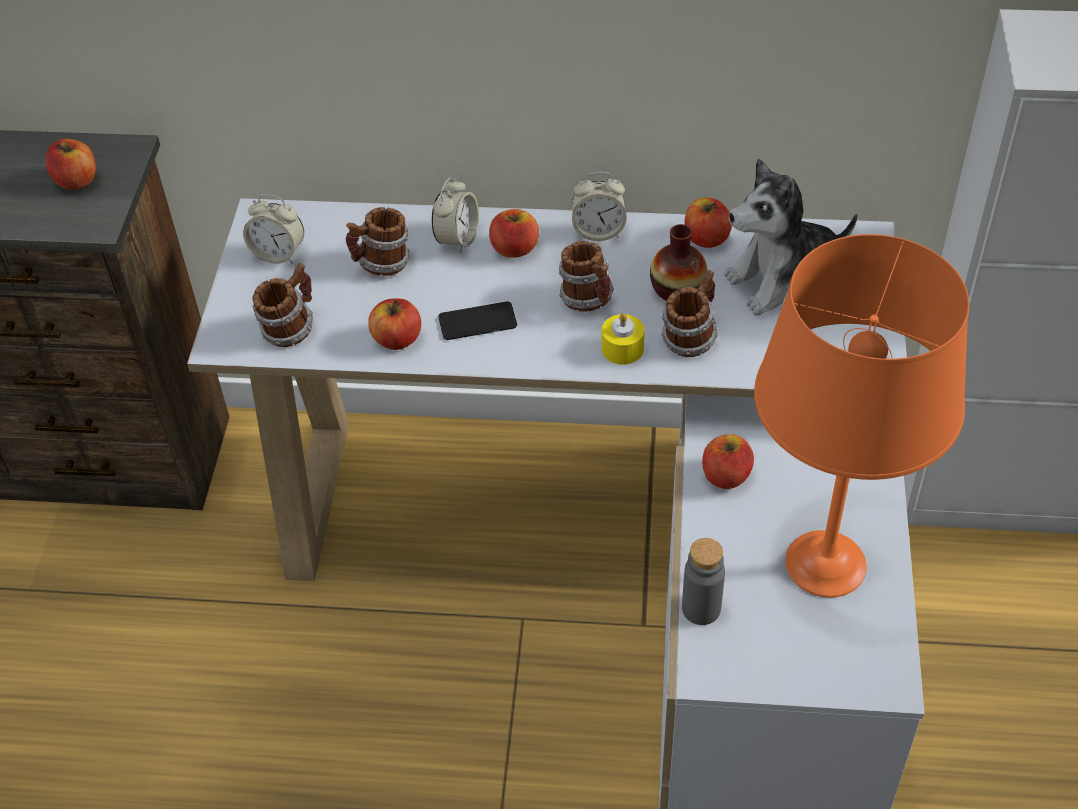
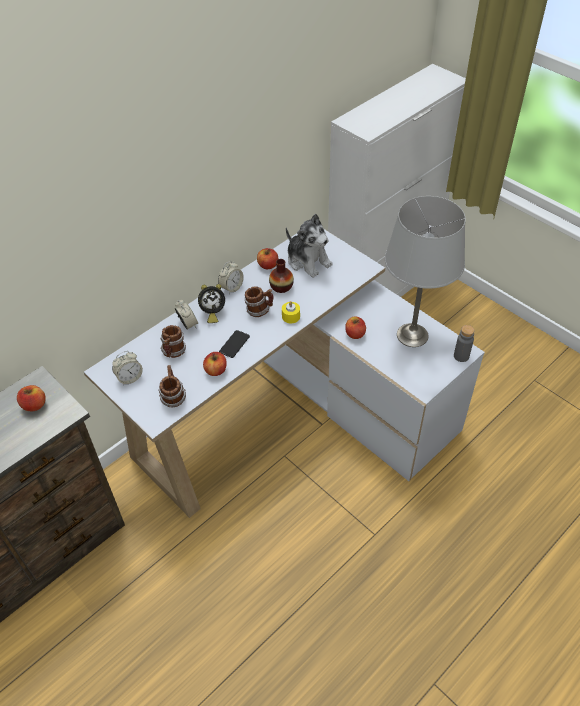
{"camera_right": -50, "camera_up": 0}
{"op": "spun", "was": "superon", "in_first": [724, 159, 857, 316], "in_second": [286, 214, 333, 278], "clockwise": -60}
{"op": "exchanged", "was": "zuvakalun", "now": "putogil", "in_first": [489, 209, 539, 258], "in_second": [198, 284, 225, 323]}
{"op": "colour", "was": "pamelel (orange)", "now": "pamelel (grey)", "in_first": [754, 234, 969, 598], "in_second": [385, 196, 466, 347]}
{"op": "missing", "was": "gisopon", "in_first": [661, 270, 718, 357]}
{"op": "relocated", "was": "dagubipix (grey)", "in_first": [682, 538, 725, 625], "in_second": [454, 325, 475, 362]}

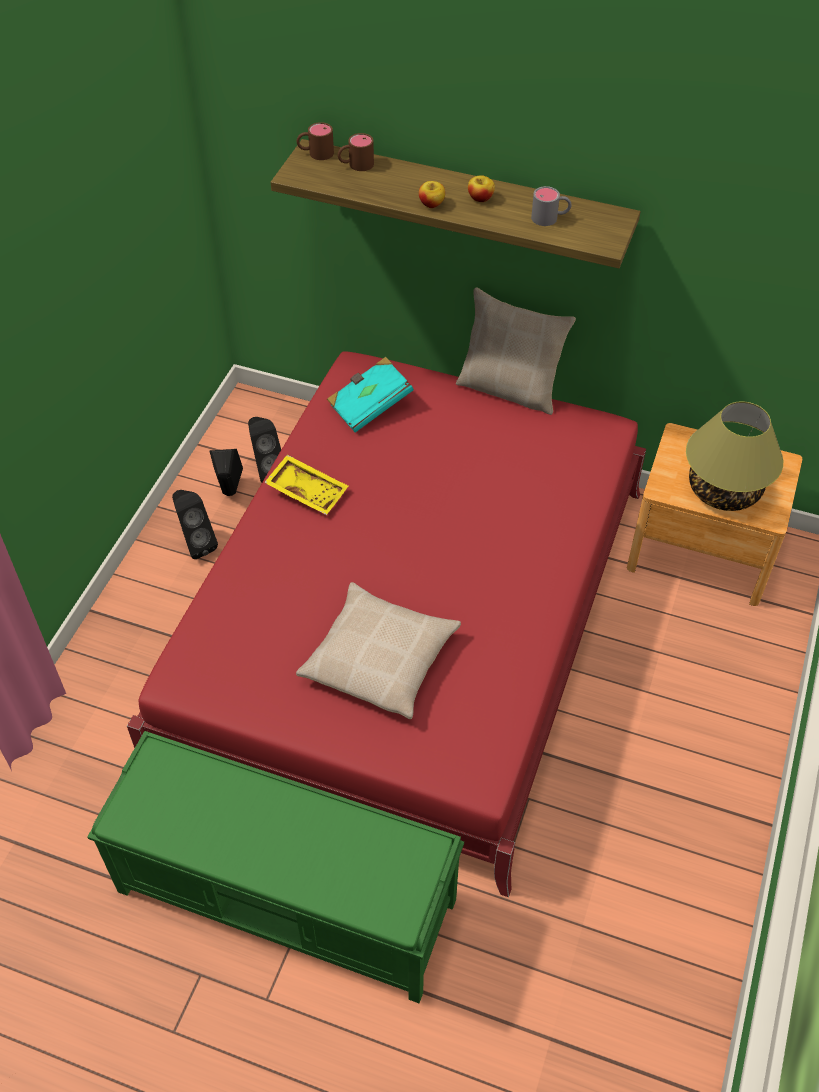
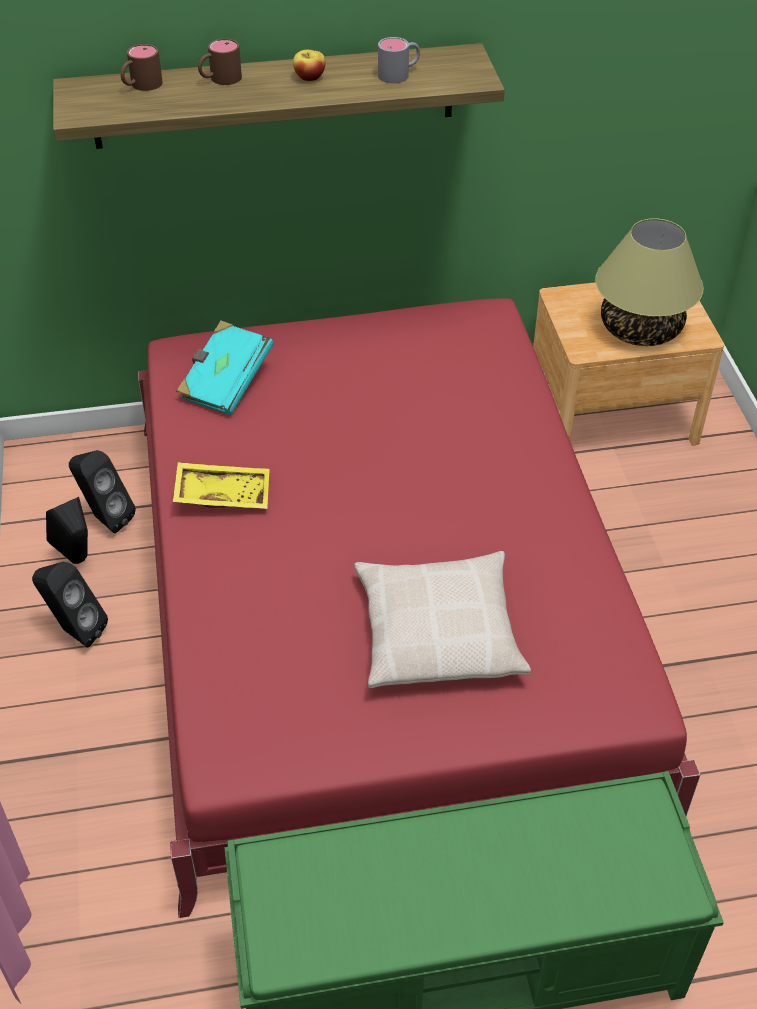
{"camera_right": -30, "camera_up": -5}
{"op": "relocated", "was": "gisopon (brown)", "in_first": [297, 122, 334, 160], "in_second": [198, 38, 242, 85]}
{"op": "missing", "was": "zuvakalun", "in_first": [419, 181, 445, 208]}
{"op": "missing", "was": "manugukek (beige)", "in_first": [456, 287, 576, 415]}

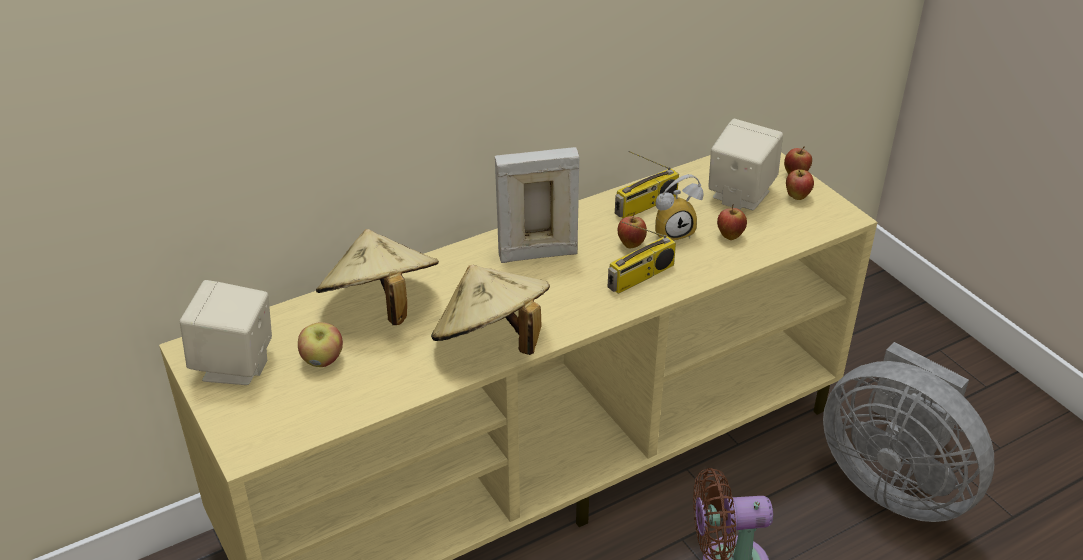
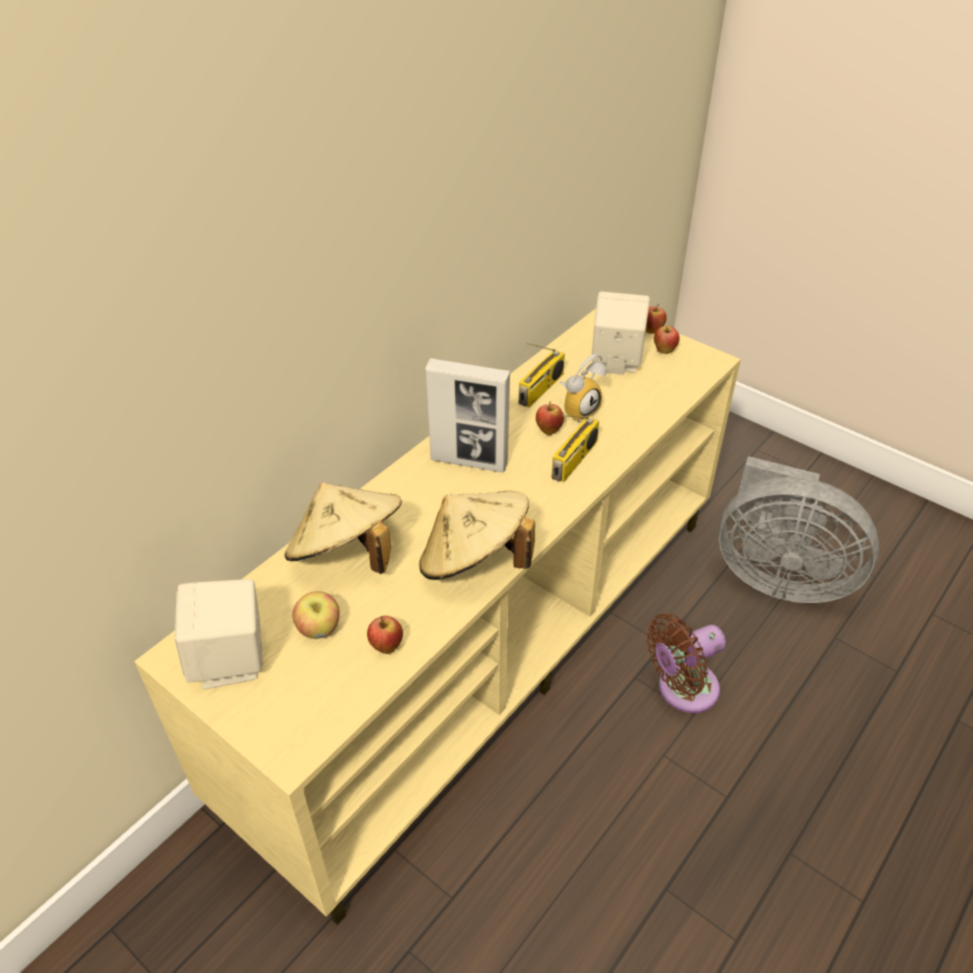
{"camera_right": -20, "camera_up": 5}
{"op": "spun", "was": "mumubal", "in_first": [495, 147, 579, 263], "in_second": [426, 358, 510, 473], "clockwise": -135}
{"op": "relocated", "was": "zuvakalun", "in_first": [717, 204, 747, 240], "in_second": [367, 616, 403, 654]}

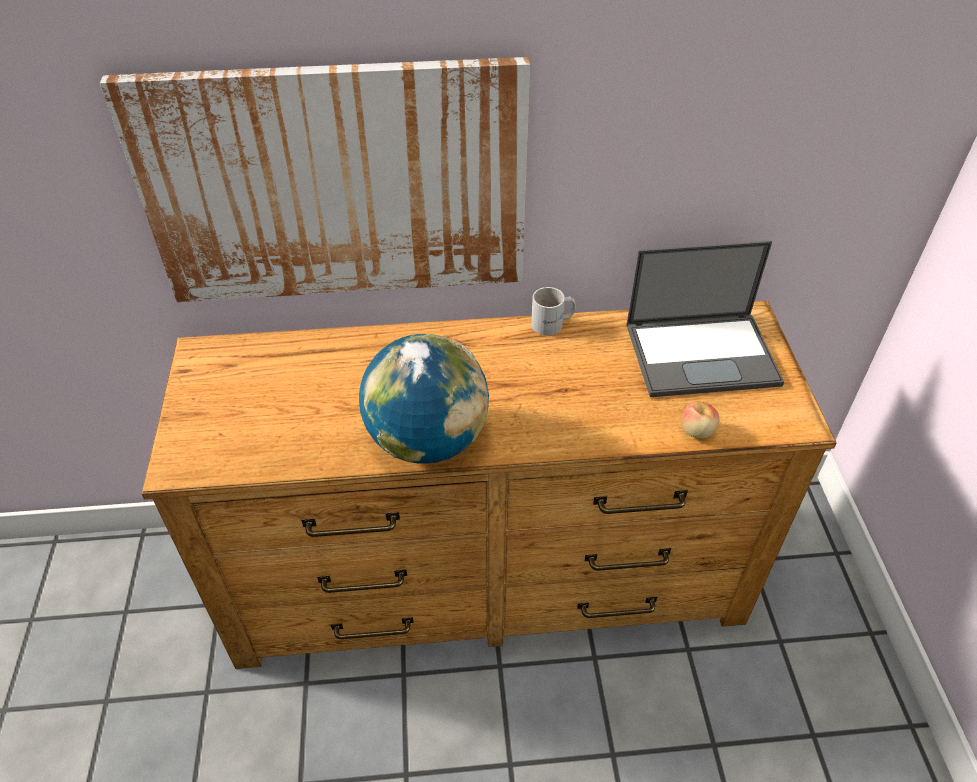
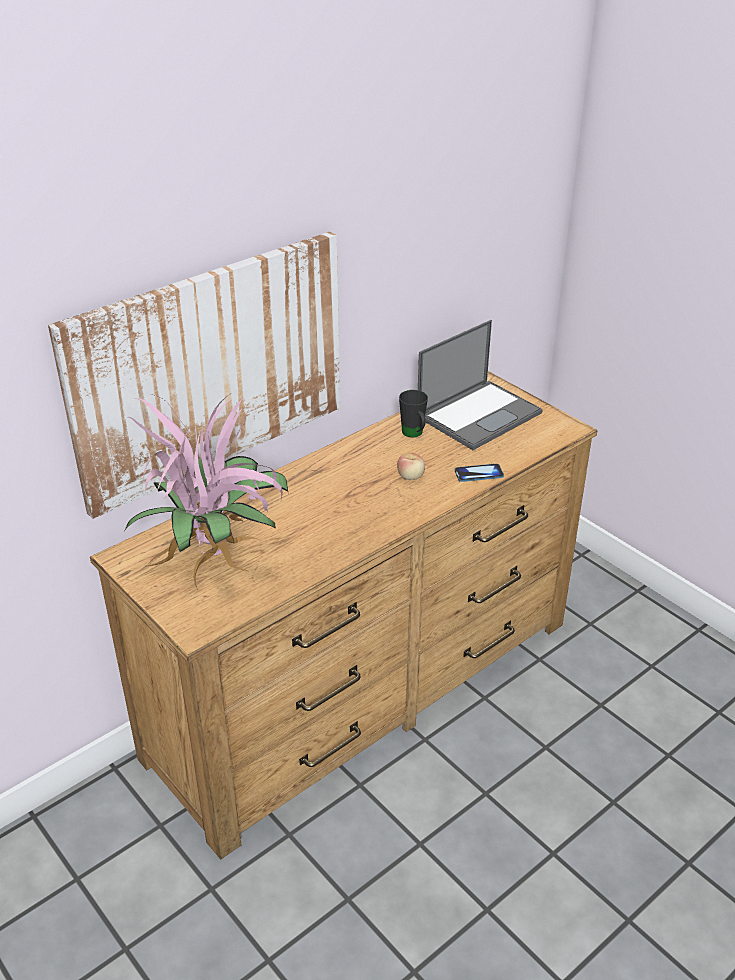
{"camera_right": -35, "camera_up": -10}
{"op": "missing", "was": "gisopon (white)", "in_first": [531, 287, 576, 336]}
{"op": "missing", "was": "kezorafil", "in_first": [359, 334, 489, 464]}
{"op": "relocated", "was": "zuvakalun", "in_first": [682, 401, 719, 439], "in_second": [397, 453, 425, 480]}
{"op": "appeared", "now": "gisopon (black)", "in_second": [399, 390, 428, 438]}
{"op": "appeared", "now": "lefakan", "in_second": [125, 394, 288, 590]}
{"op": "appeared", "now": "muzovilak", "in_second": [455, 463, 504, 482]}

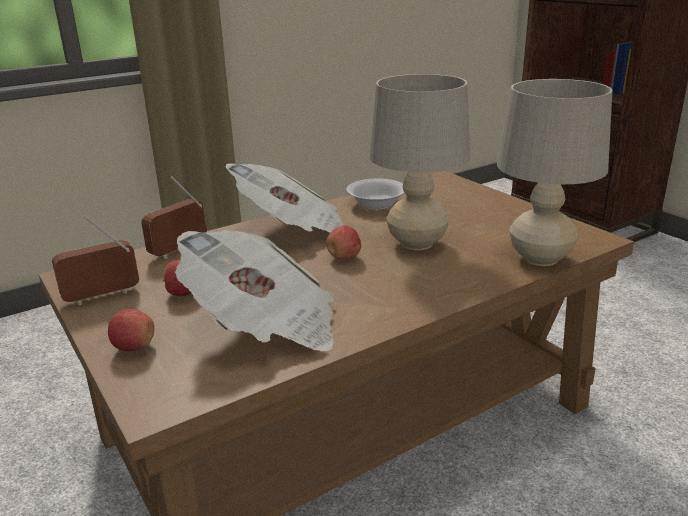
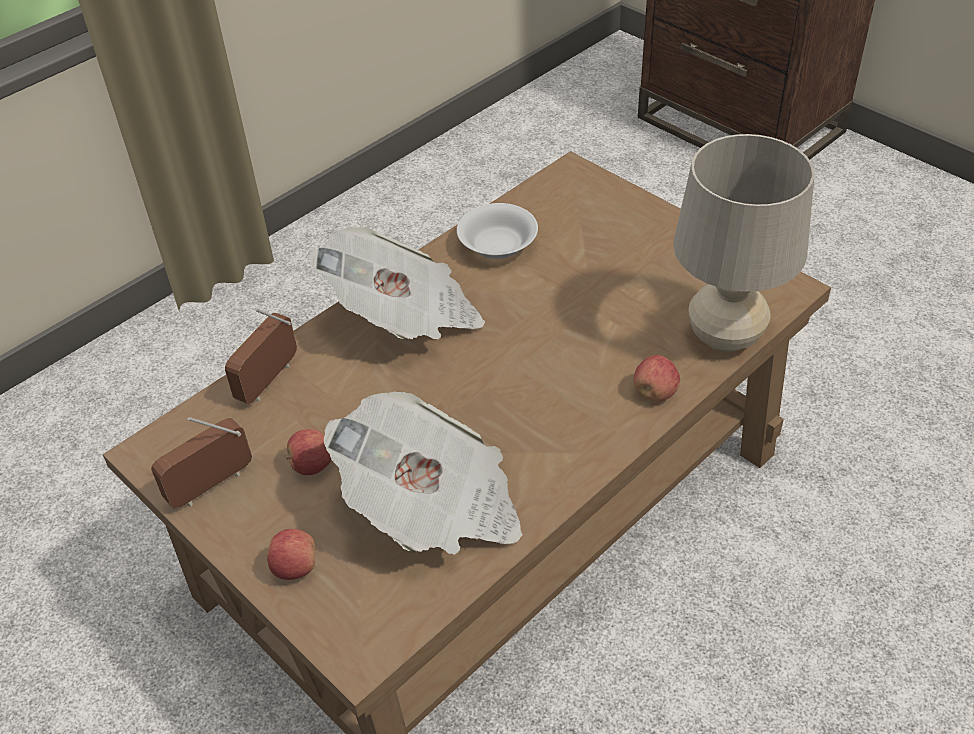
{"camera_right": -10, "camera_up": 20}
{"op": "missing", "was": "pamelel (beige)", "in_first": [369, 74, 470, 250]}
{"op": "relocated", "was": "zuvakalun", "in_first": [326, 225, 361, 259], "in_second": [634, 355, 680, 401]}

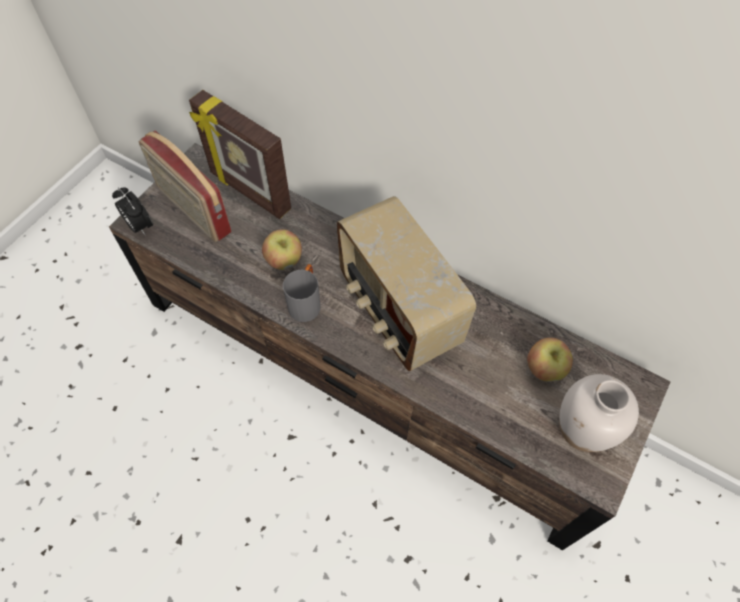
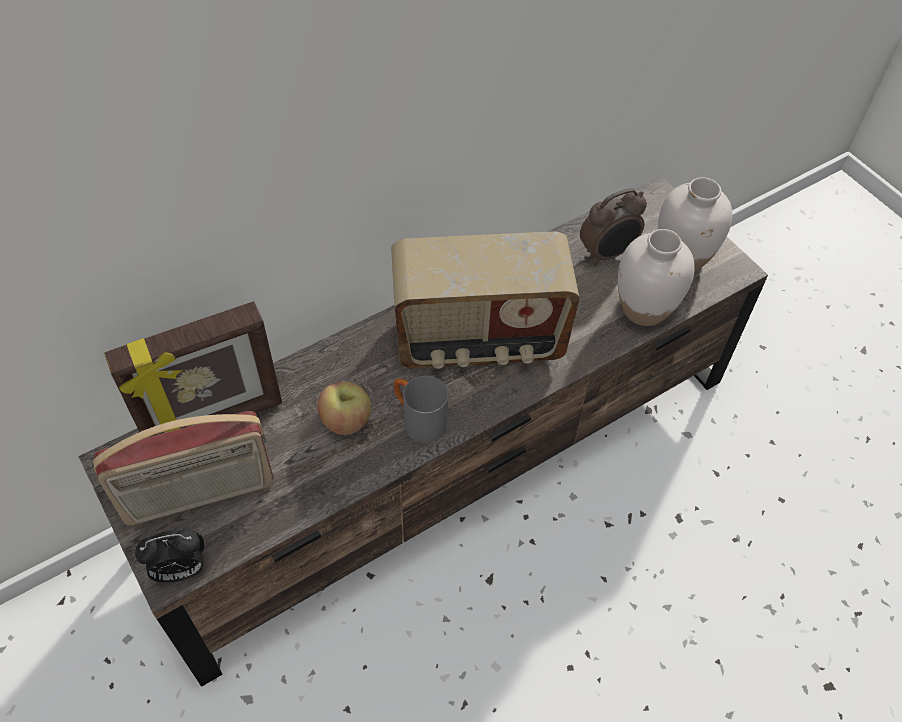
{"camera_right": -65, "camera_up": -5}
{"op": "exchanged", "was": "zuvakalun", "now": "putogil", "in_first": [527, 338, 573, 382], "in_second": [580, 188, 647, 265]}
{"op": "appeared", "now": "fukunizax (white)", "in_second": [618, 229, 695, 326]}

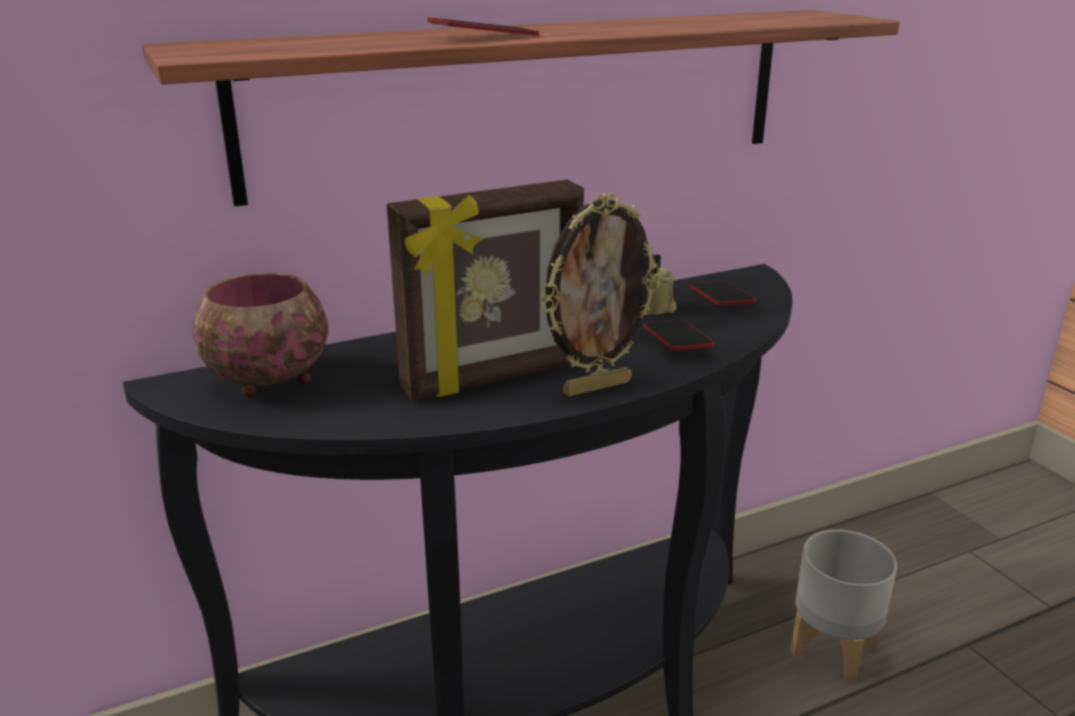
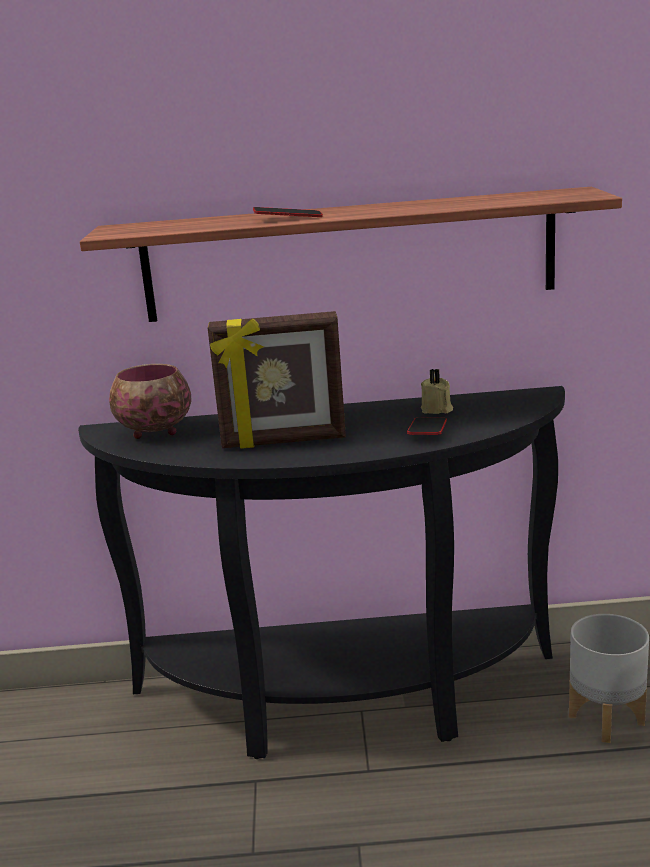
{"camera_right": 25, "camera_up": -5}
{"op": "missing", "was": "mumubal", "in_first": [540, 193, 661, 397]}
{"op": "missing", "was": "muzovilak", "in_first": [690, 281, 756, 305]}

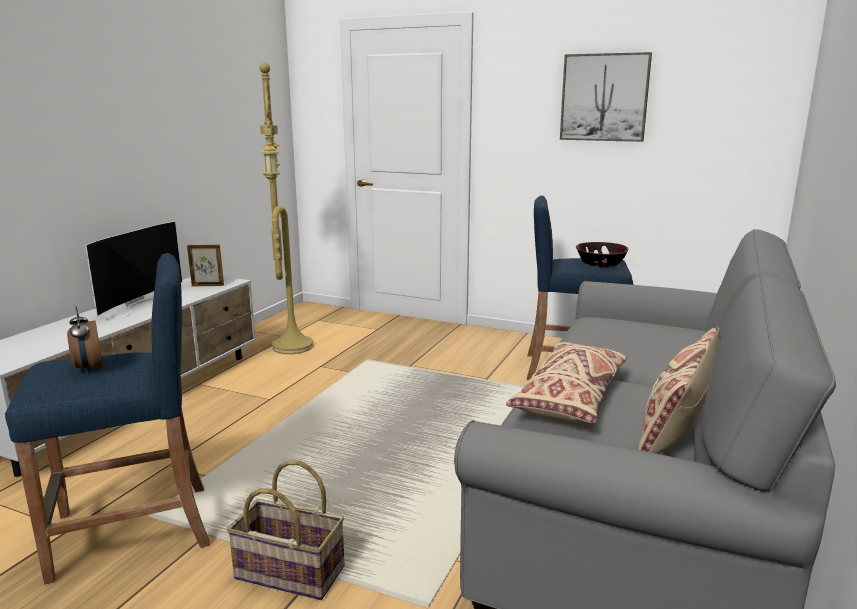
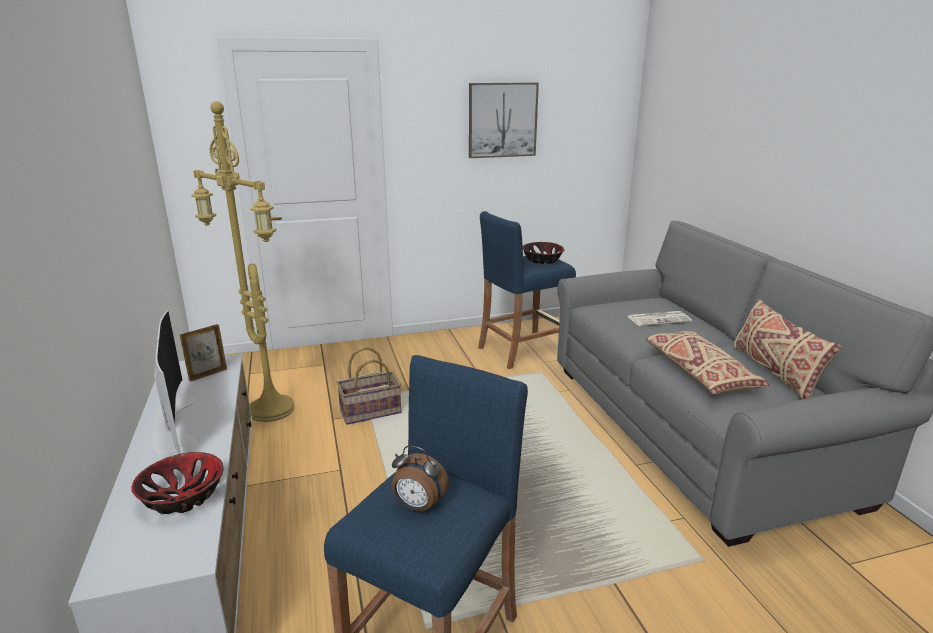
{"camera_right": -40, "camera_up": 5}
{"op": "relocated", "was": "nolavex", "in_first": [227, 460, 345, 600], "in_second": [336, 347, 401, 425]}
{"op": "appeared", "now": "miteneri", "in_second": [628, 311, 692, 326]}
{"op": "appeared", "now": "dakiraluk", "in_second": [131, 452, 224, 514]}

